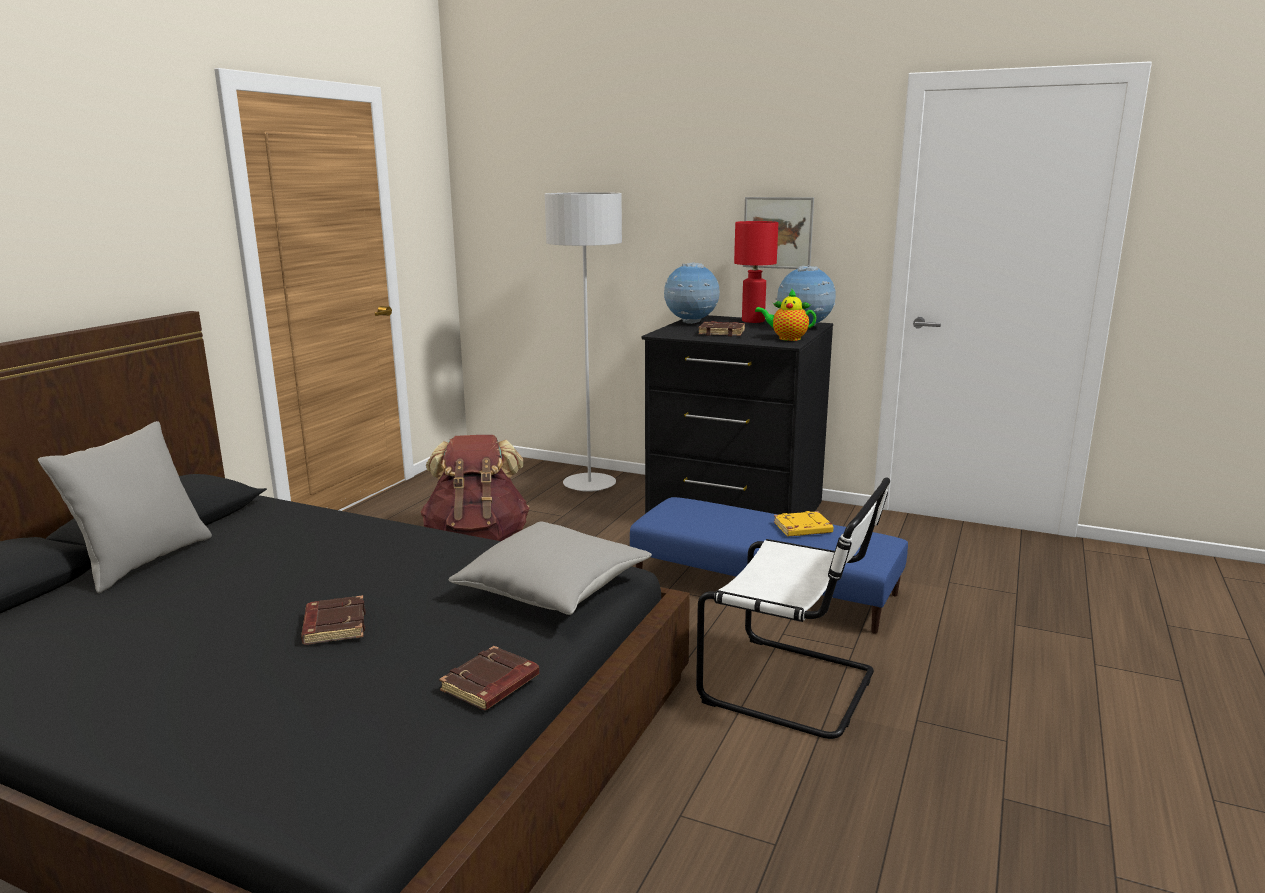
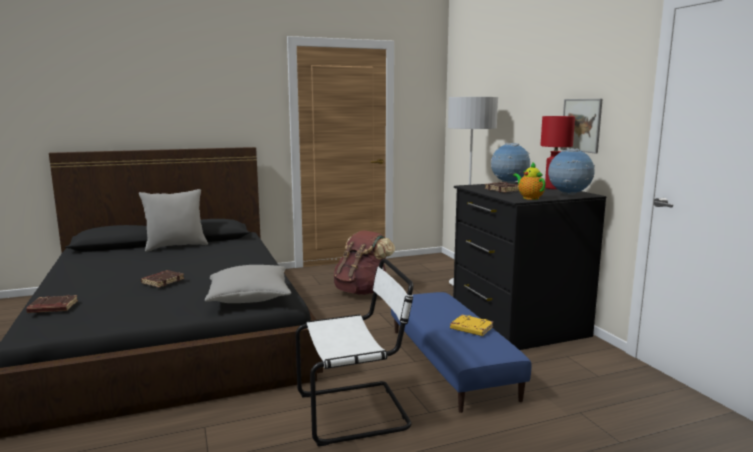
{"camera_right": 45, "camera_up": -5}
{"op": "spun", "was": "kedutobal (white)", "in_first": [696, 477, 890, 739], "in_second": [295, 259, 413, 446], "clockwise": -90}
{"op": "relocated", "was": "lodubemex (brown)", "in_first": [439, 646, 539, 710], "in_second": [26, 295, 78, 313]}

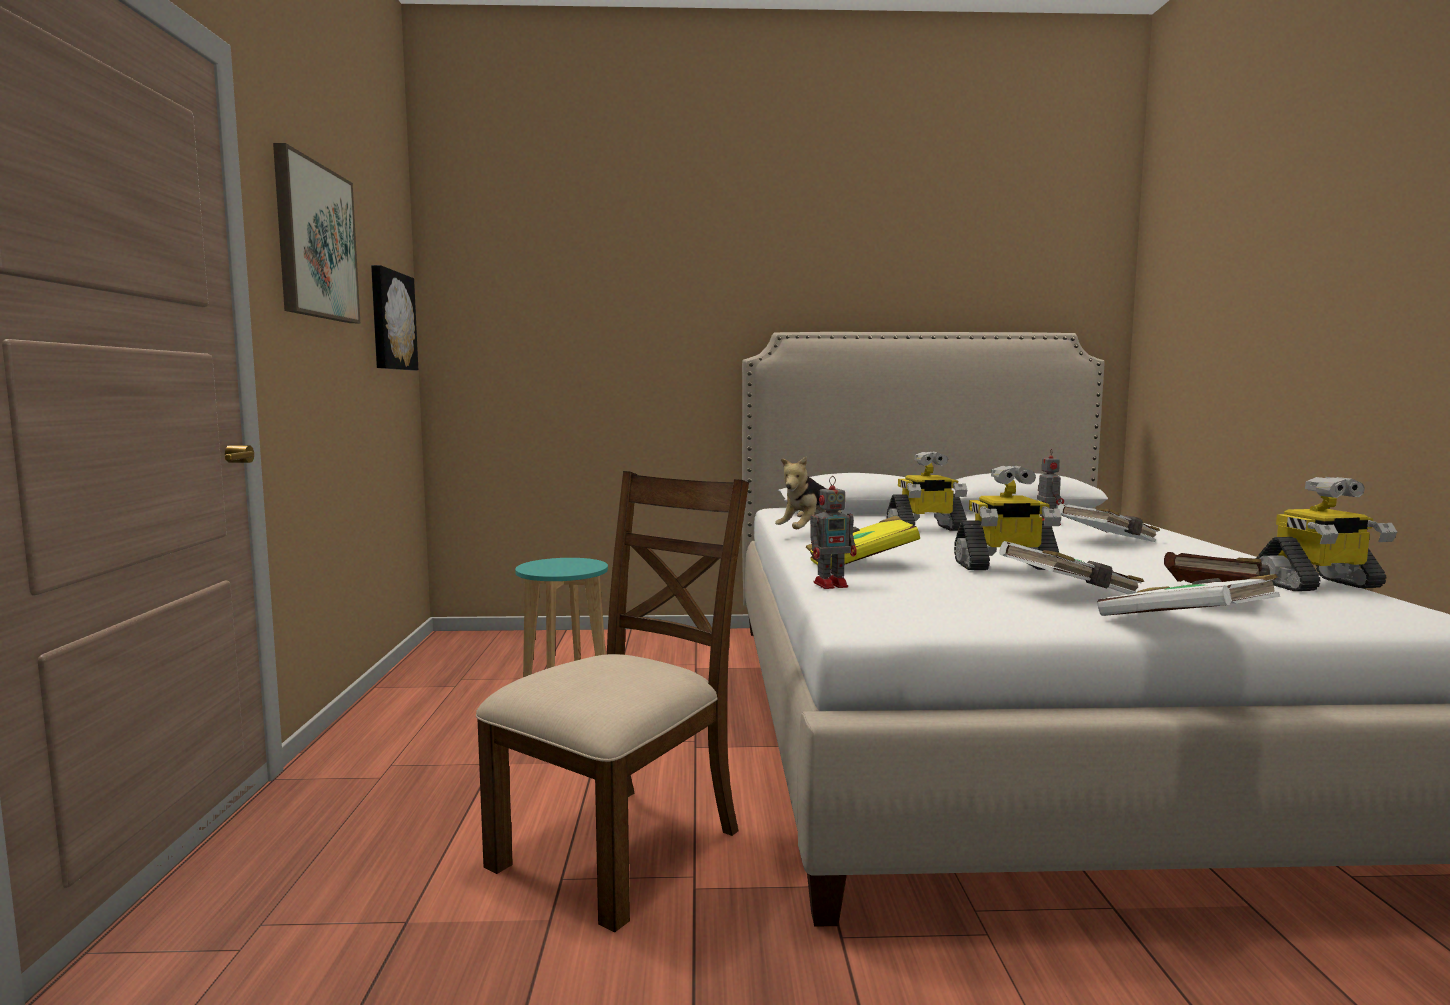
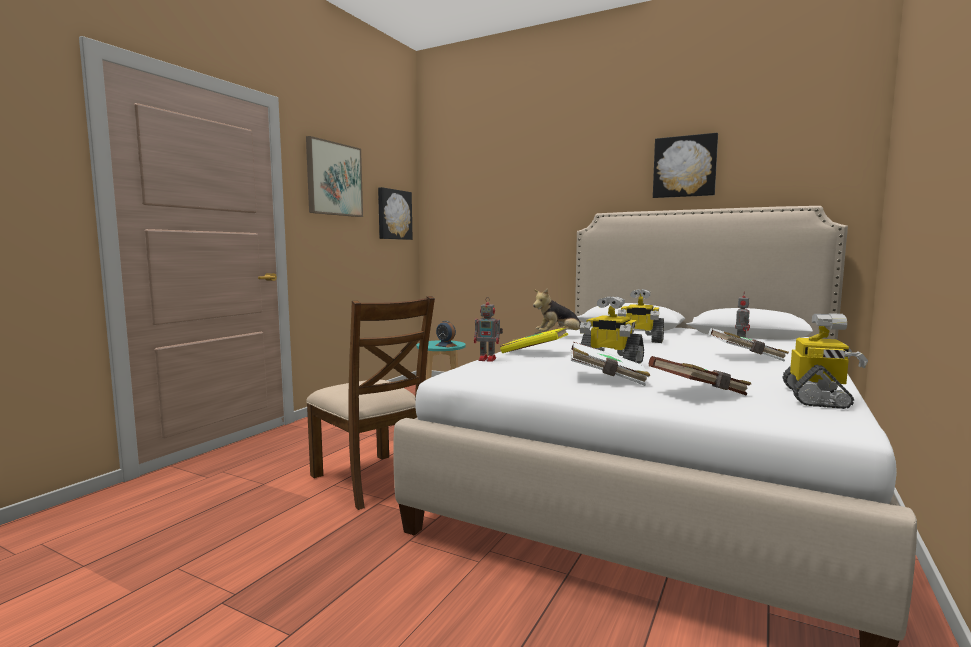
{"camera_right": 30, "camera_up": 0}
{"op": "spun", "was": "kedutobal (brown)", "in_first": [476, 471, 749, 932], "in_second": [306, 296, 435, 510], "clockwise": 75}
{"op": "spun", "was": "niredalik", "in_first": [1256, 477, 1397, 591], "in_second": [783, 313, 868, 409], "clockwise": -90}
{"op": "missing", "was": "lodubemex (white)", "in_first": [1098, 574, 1280, 616]}
{"op": "appeared", "now": "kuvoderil", "in_second": [653, 133, 718, 198]}
{"op": "appeared", "now": "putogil", "in_second": [435, 321, 457, 348]}

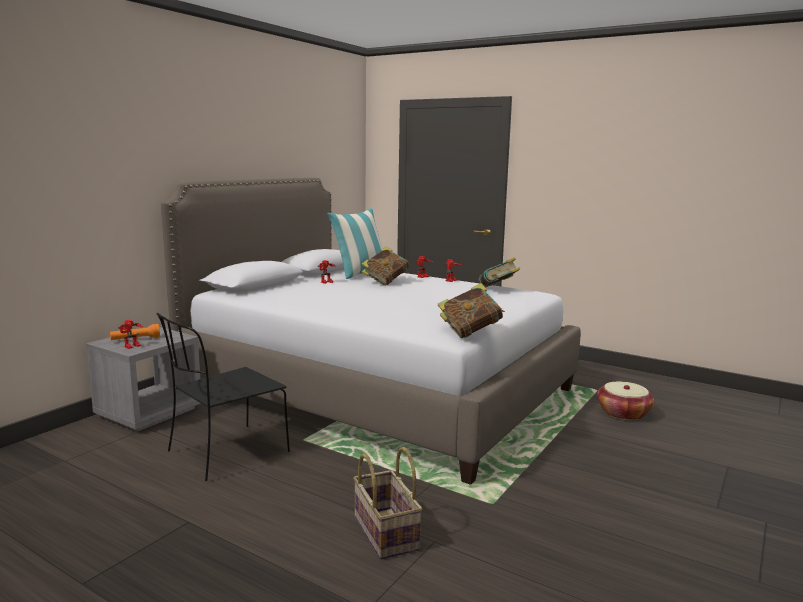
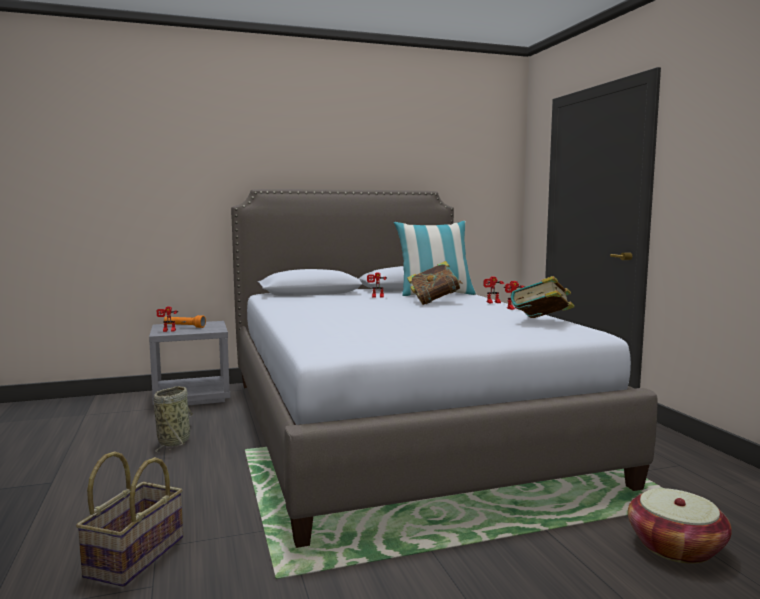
{"camera_right": 40, "camera_up": -5}
{"op": "missing", "was": "lodubemex", "in_first": [438, 283, 505, 338]}
{"op": "exchanged", "was": "kedutobal (black)", "now": "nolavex", "in_first": [157, 313, 290, 481], "in_second": [154, 386, 193, 453]}

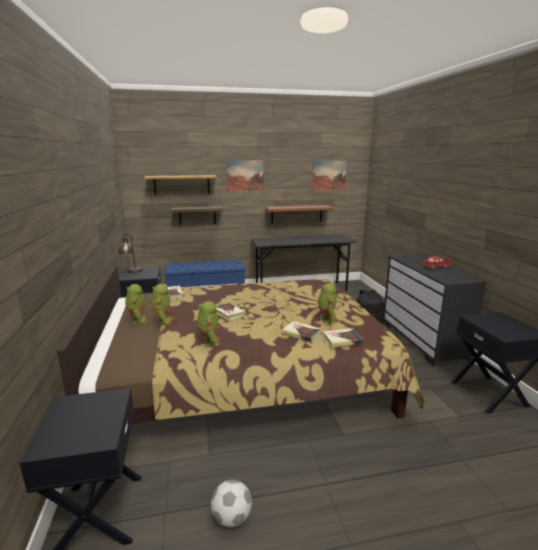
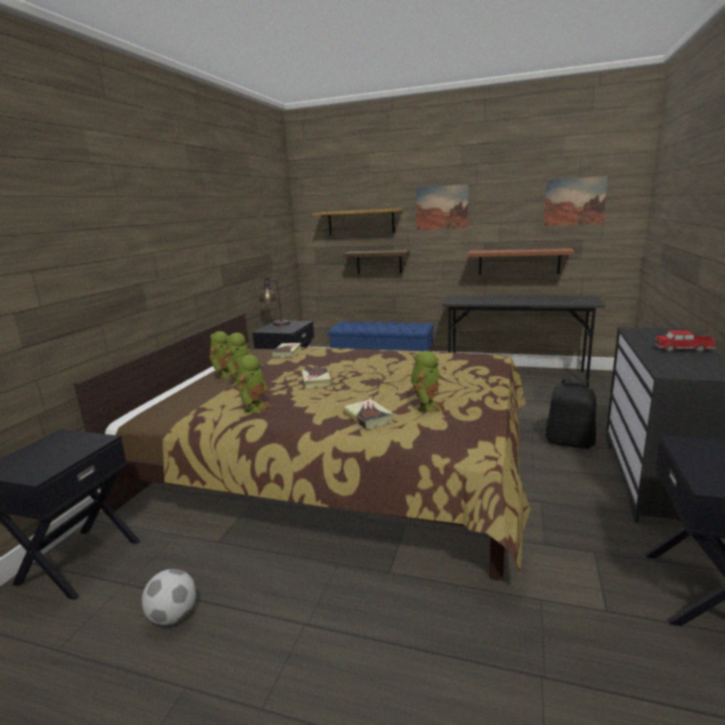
{"camera_right": 30, "camera_up": 0}
{"op": "missing", "was": "lodubemex", "in_first": [323, 329, 363, 348]}

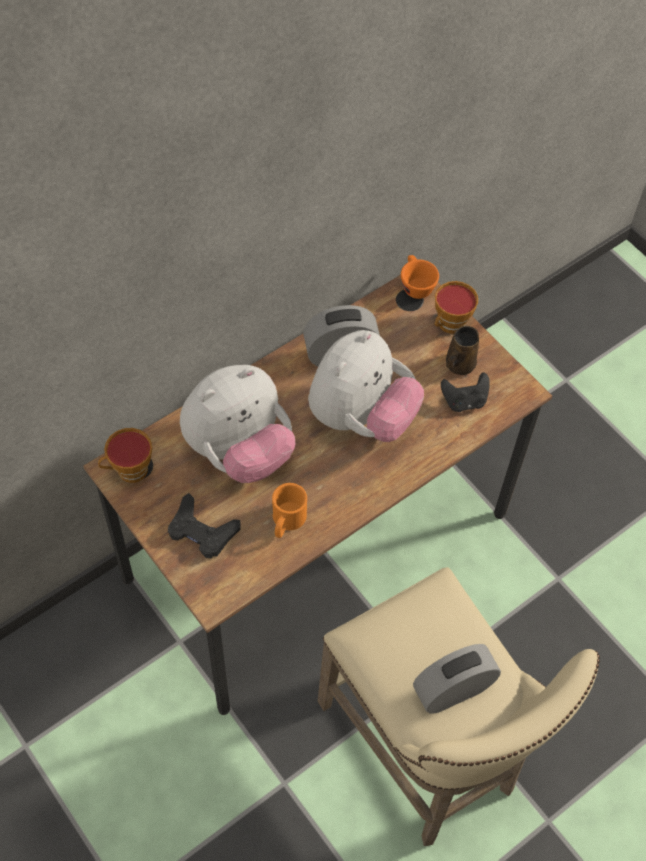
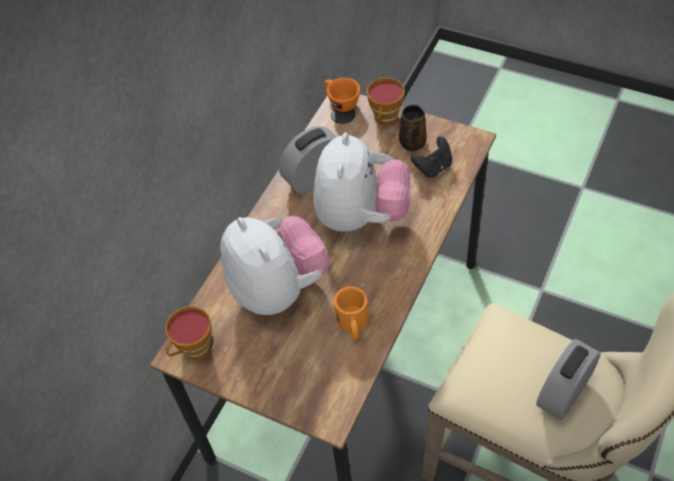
{"camera_right": -20, "camera_up": -5}
{"op": "spun", "was": "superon", "in_first": [180, 365, 295, 483], "in_second": [220, 216, 330, 315], "clockwise": -60}
{"op": "missing", "was": "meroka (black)", "in_first": [168, 493, 240, 558]}

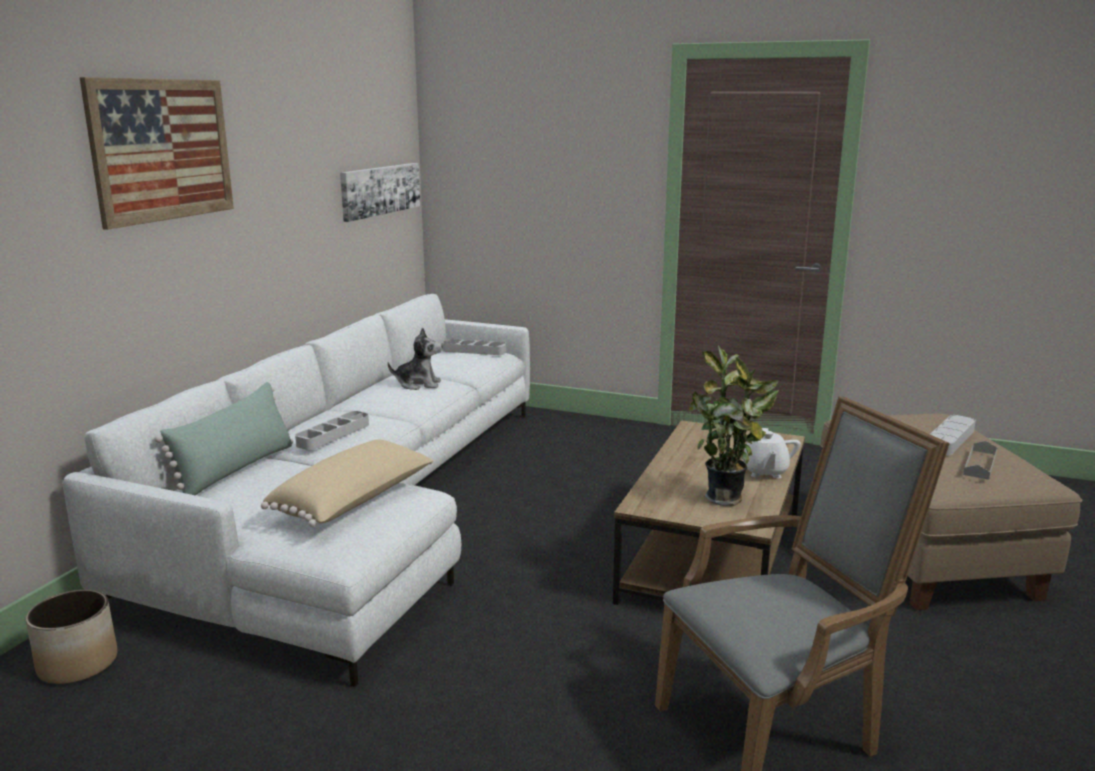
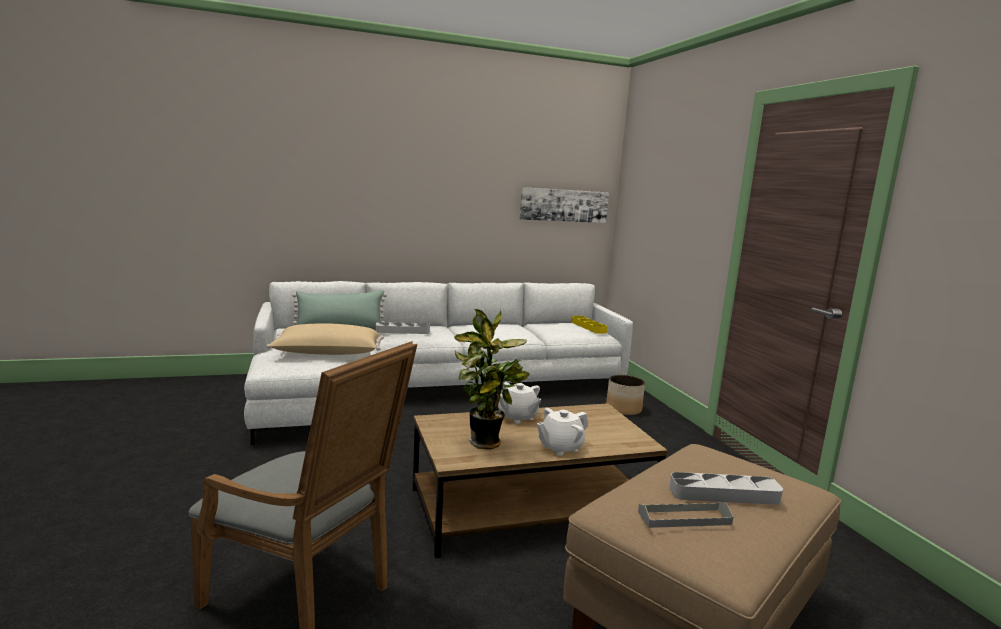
{"camera_right": 50, "camera_up": -5}
{"op": "missing", "was": "kuvoderil", "in_first": [80, 77, 234, 230]}
{"op": "missing", "was": "superon", "in_first": [388, 327, 442, 390]}
{"op": "colour", "was": "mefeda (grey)", "now": "mefeda (yellow)", "in_first": [442, 339, 506, 355], "in_second": [571, 316, 607, 334]}
{"op": "relocated", "was": "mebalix", "in_first": [26, 590, 117, 684], "in_second": [606, 375, 645, 416]}
{"op": "appeared", "now": "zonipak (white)", "in_second": [498, 382, 541, 424]}

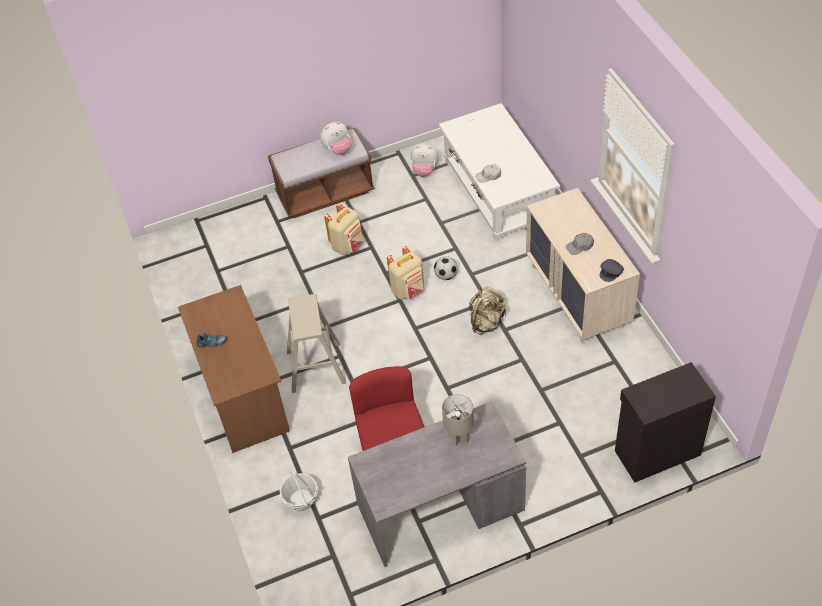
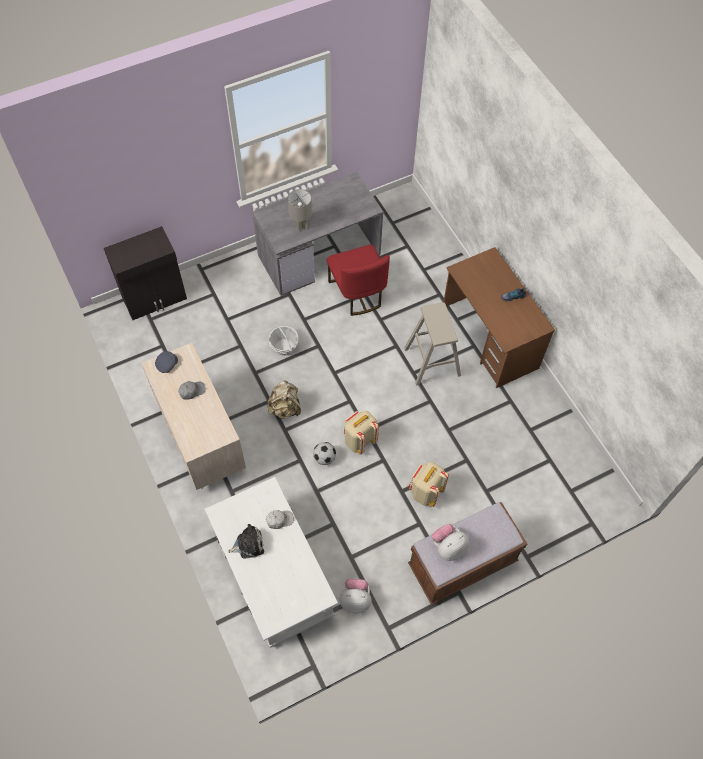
{"camera_right": 170, "camera_up": 10}
{"op": "relocated", "was": "nolavex", "in_first": [280, 472, 318, 511], "in_second": [269, 325, 299, 356]}
{"op": "appeared", "now": "superon", "in_second": [228, 524, 264, 559]}

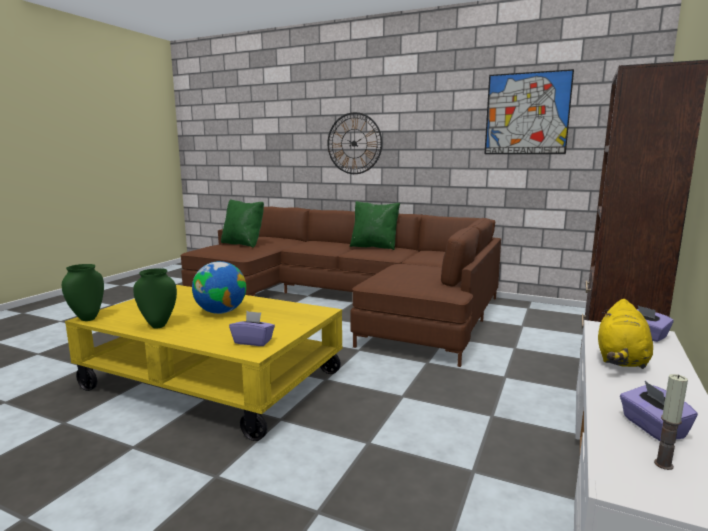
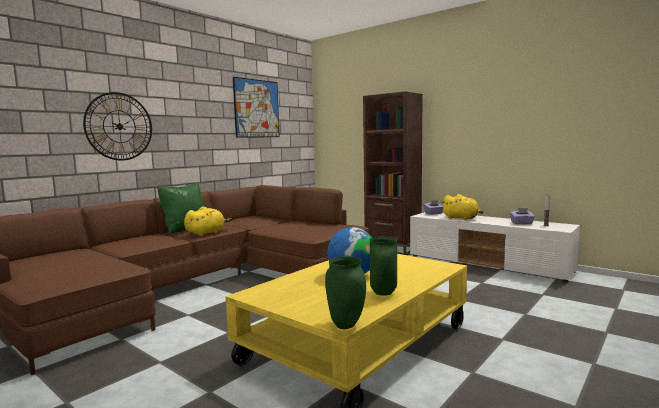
{"camera_right": -75, "camera_up": -5}
{"op": "missing", "was": "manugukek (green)", "in_first": [221, 199, 264, 248]}
{"op": "missing", "was": "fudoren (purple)", "in_first": [229, 311, 275, 346]}
{"op": "appeared", "now": "superon (yellow)", "in_second": [184, 207, 232, 236]}

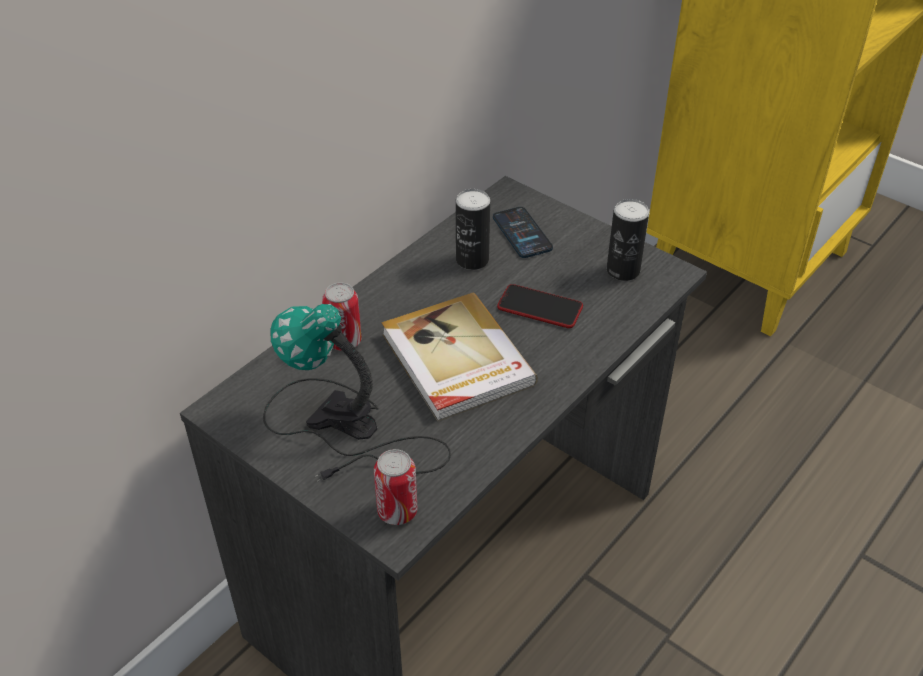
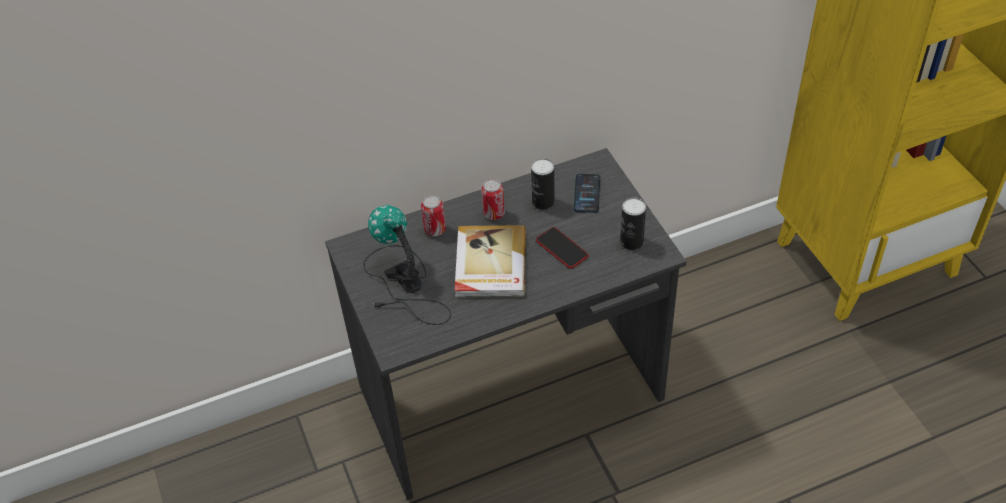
{"camera_right": 30, "camera_up": 5}
{"op": "relocated", "was": "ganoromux", "in_first": [374, 449, 417, 525], "in_second": [481, 179, 505, 220]}

